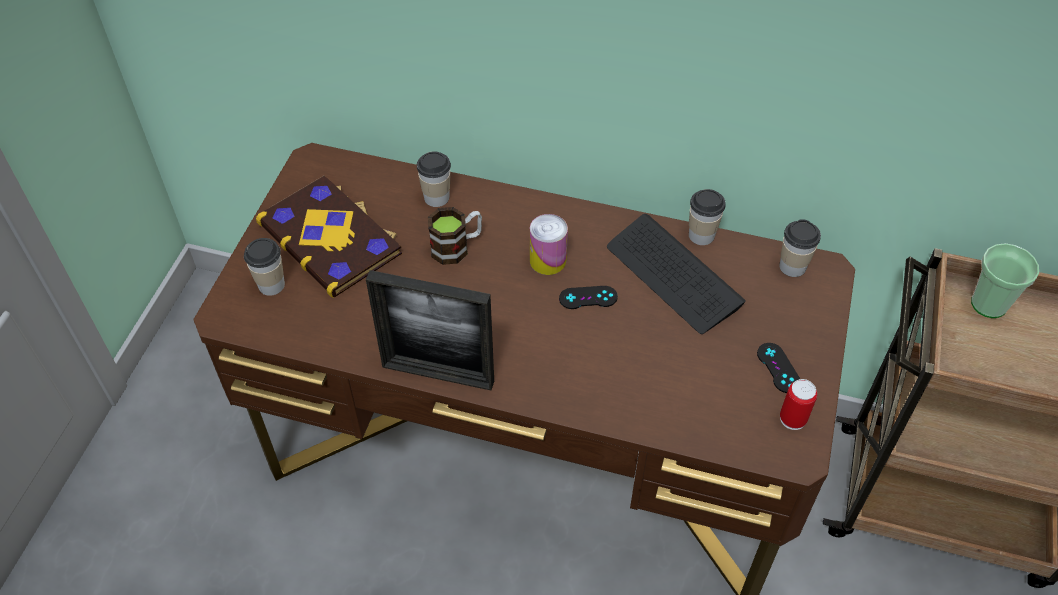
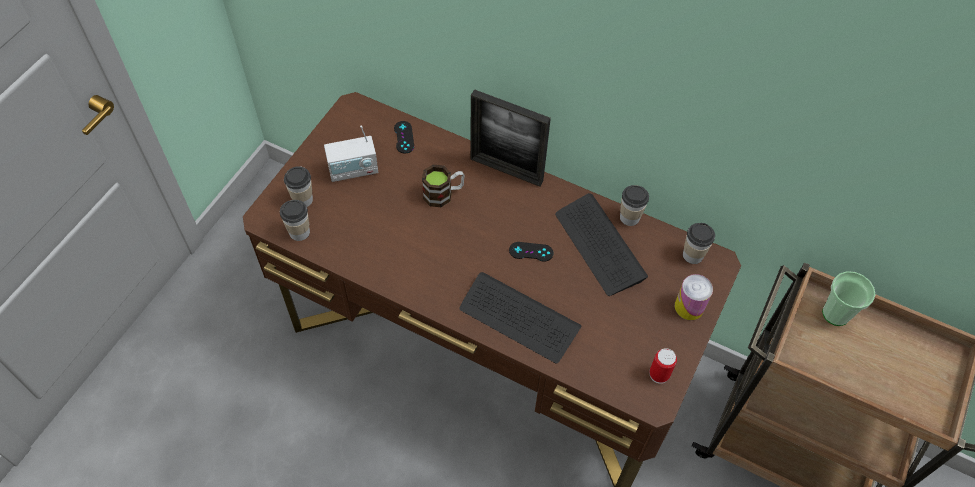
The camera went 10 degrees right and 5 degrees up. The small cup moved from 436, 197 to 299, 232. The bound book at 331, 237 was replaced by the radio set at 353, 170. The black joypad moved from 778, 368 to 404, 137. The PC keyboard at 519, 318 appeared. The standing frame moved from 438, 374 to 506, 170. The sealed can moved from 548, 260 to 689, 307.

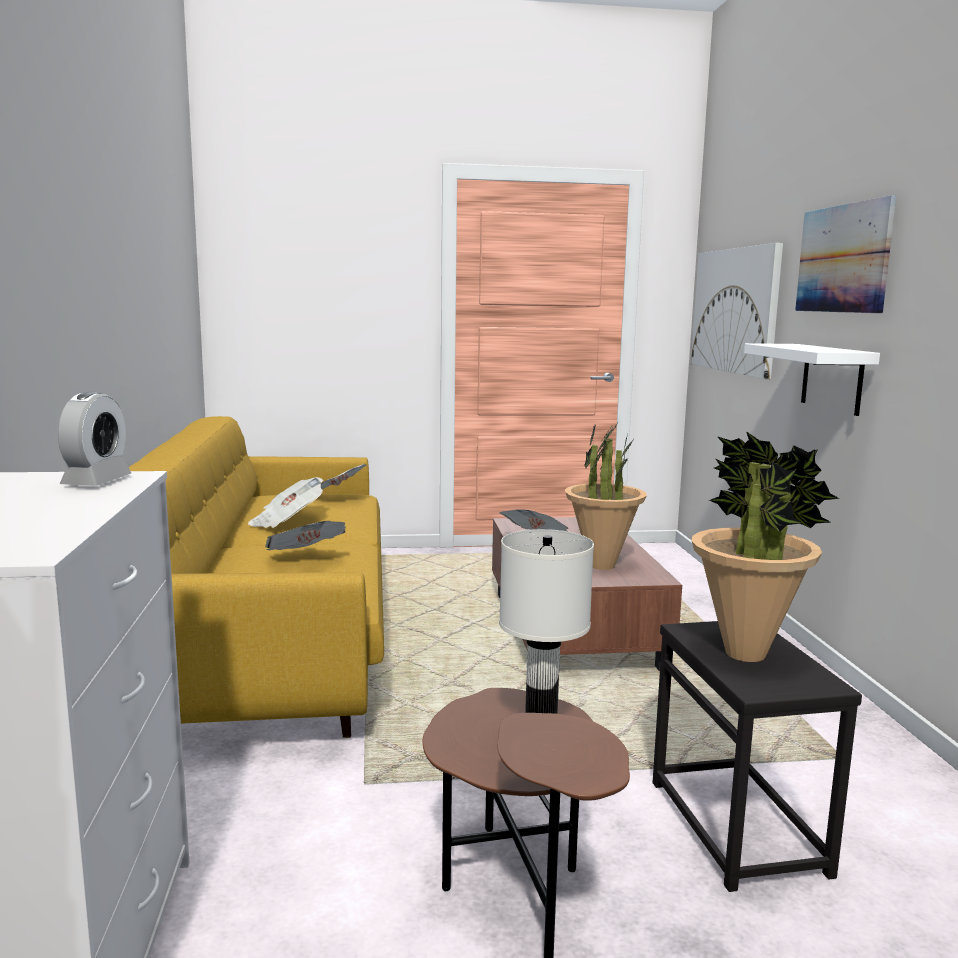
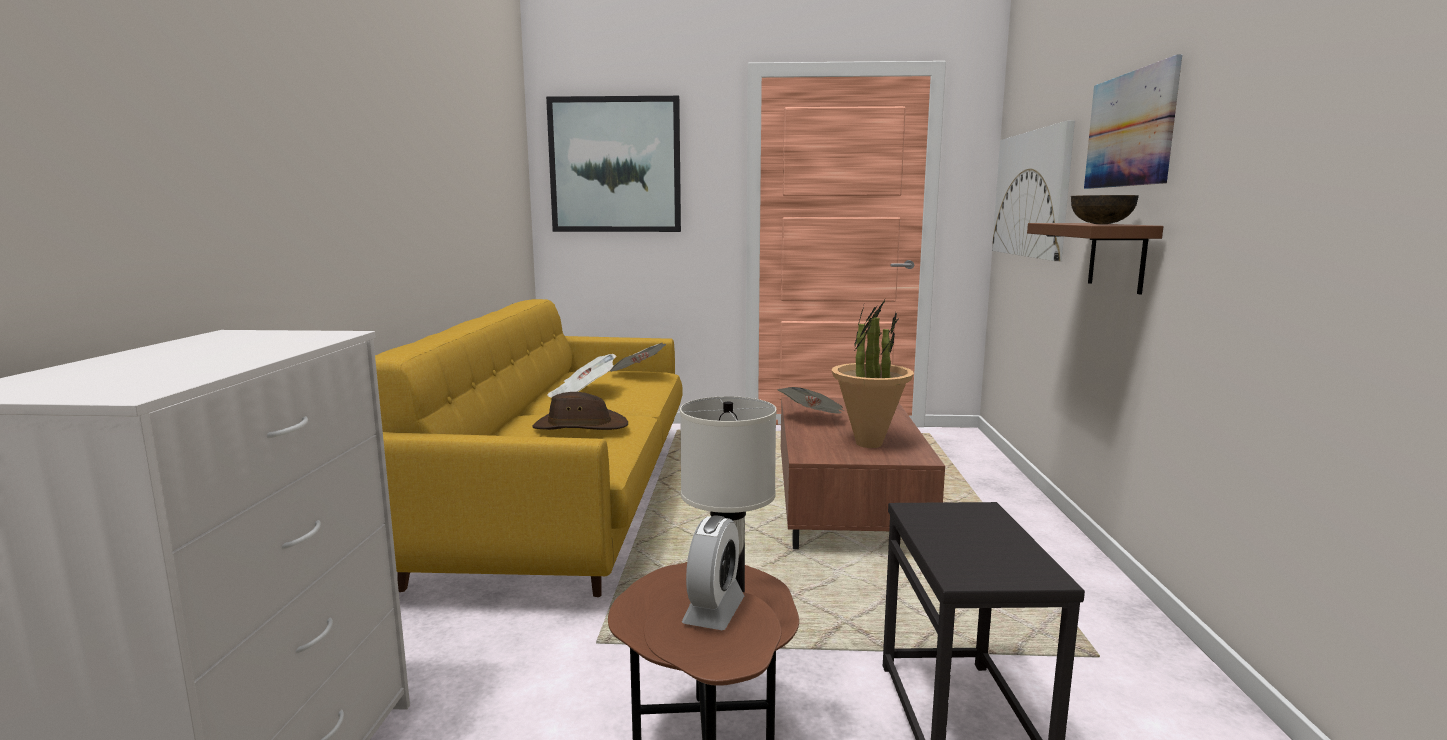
The camera went 10 degrees right and 0 degrees up. The printed paper at 305, 558 was replaced by the brown-coloured hat at 580, 426. The wall picture at 615, 165 appeared. The alarm clock moved from 97, 481 to 714, 611. The whitish bracket shelf at 832, 378 became the brown-coloured bracket shelf at 1117, 256. The brown-coloured bowl at 1101, 224 appeared. The plant in a pot at 746, 654 disappeared.

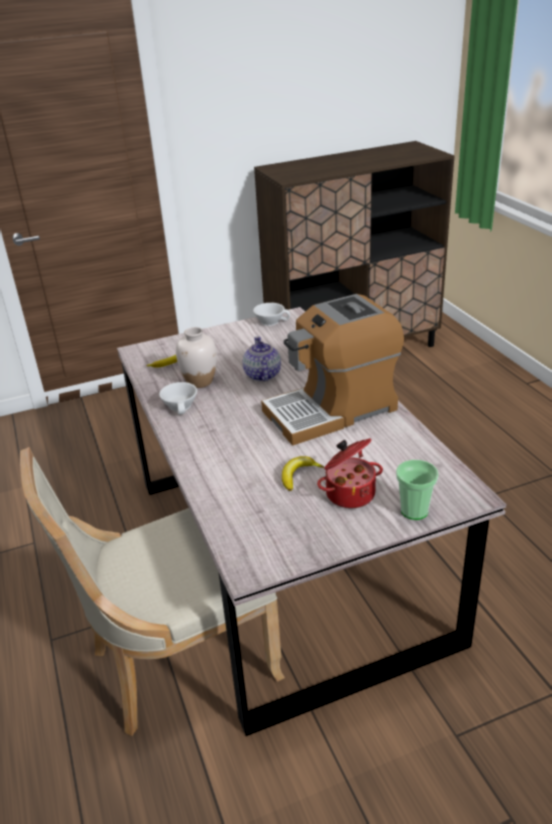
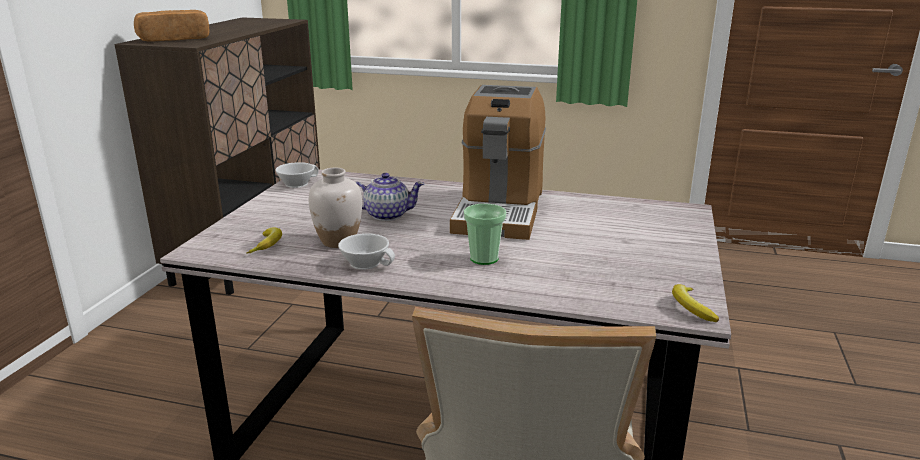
The camera went 55 degrees left and 10 degrees down. The bread at 174, 39 appeared. The teapot at 262, 375 turned 150 degrees clockwise. The small cup moved from 414, 511 to 484, 258. The banana moved from 298, 475 to 690, 308. The cooking pot at 349, 493 disappeared.

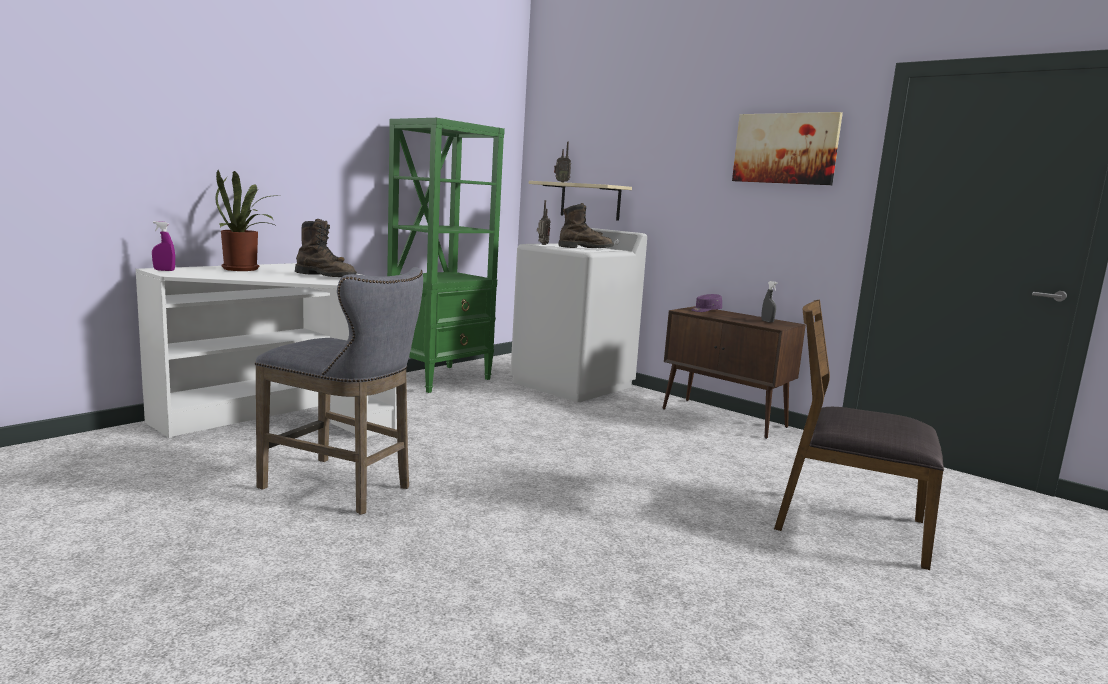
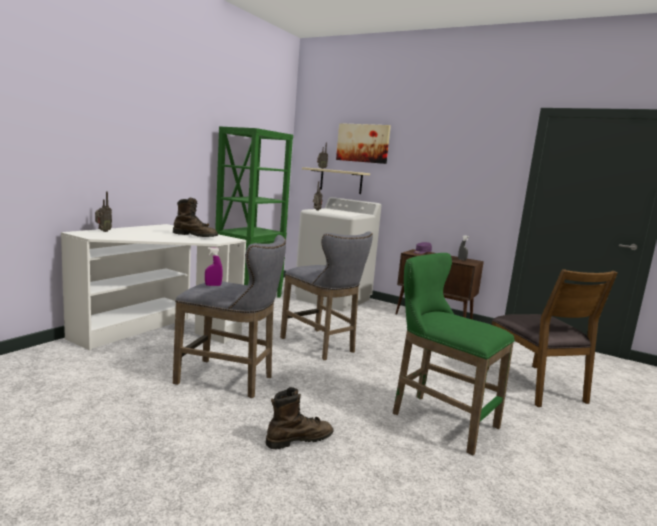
The camera went 10 degrees left and 0 degrees up. The radio set at 103, 231 appeared. The purple spray bottle moved from 164, 270 to 213, 285. The brown-coloured high-top boot moved from 585, 248 to 299, 439. The greyish stool seat at 321, 346 appeared. The wall picture moved from 785, 148 to 363, 143. The greenish stool seat at 438, 419 appeared. The brown-coloured plain chair at 848, 525 turned 120 degrees counterclockwise. The plant in a pot at 244, 269 disappeared.

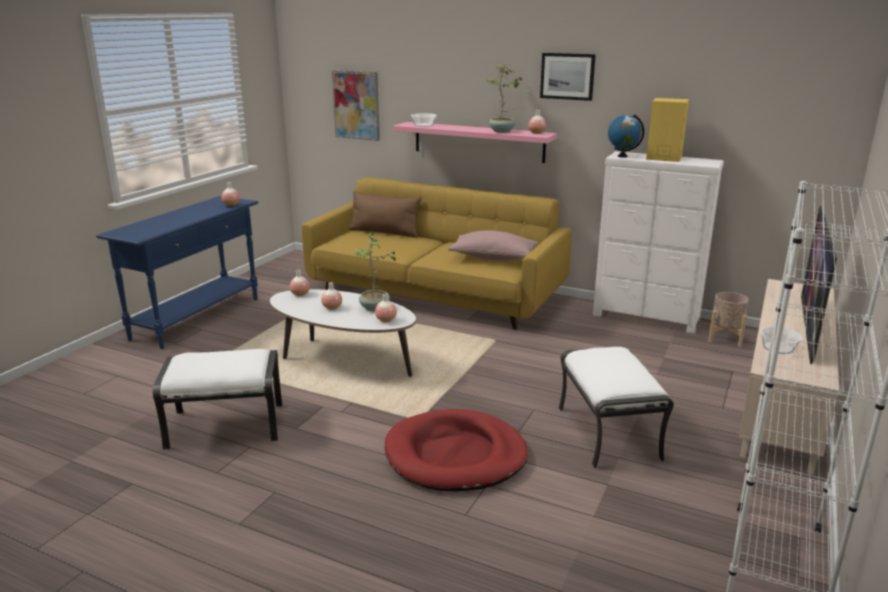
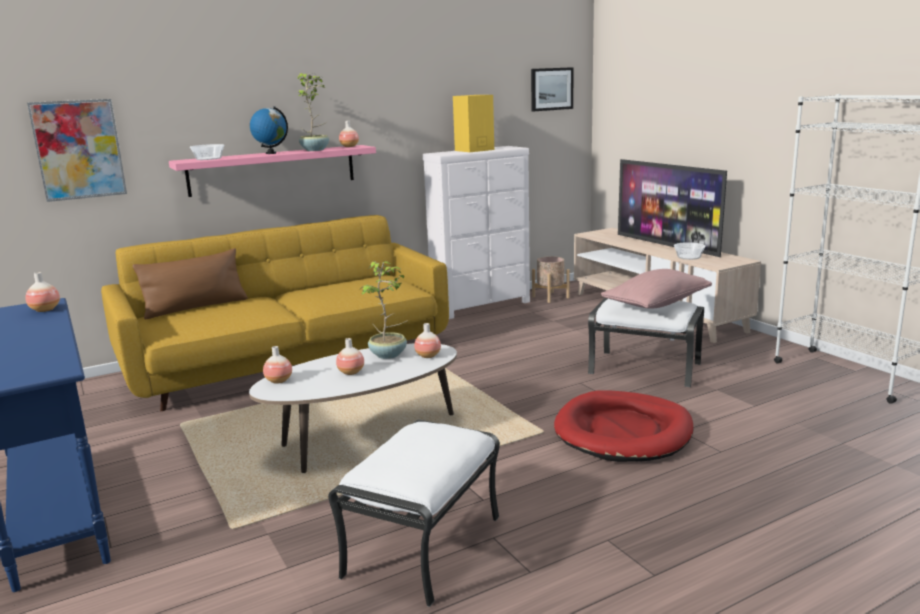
The camera went 55 degrees left and 5 degrees down. The globe moved from 622, 156 to 271, 153. The wall picture moved from 567, 76 to 551, 89. The pink throw pillow moved from 493, 258 to 656, 304.

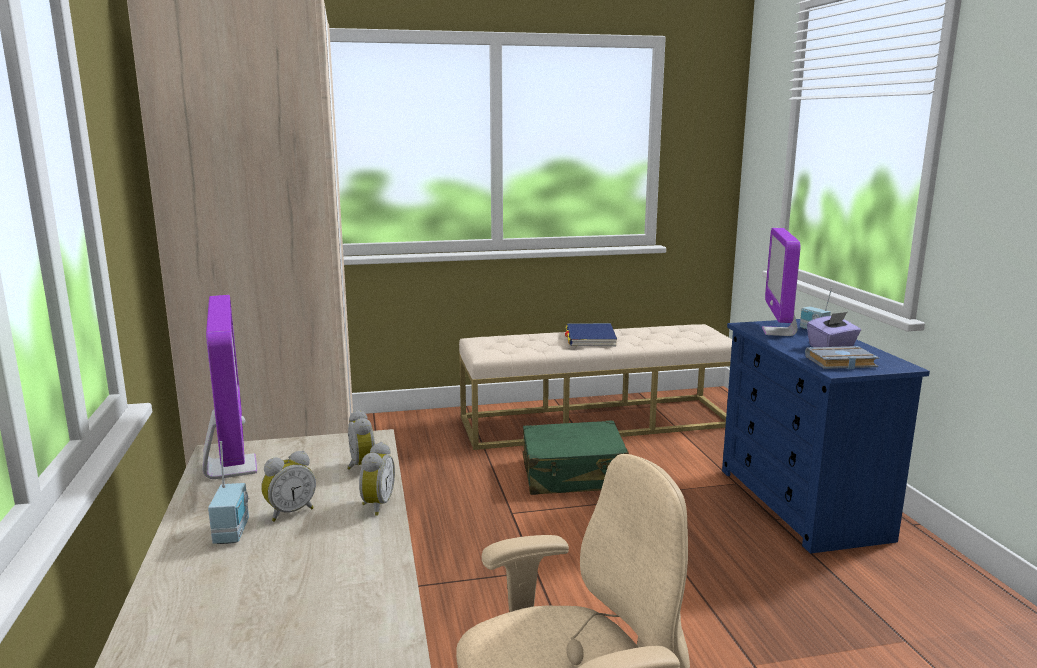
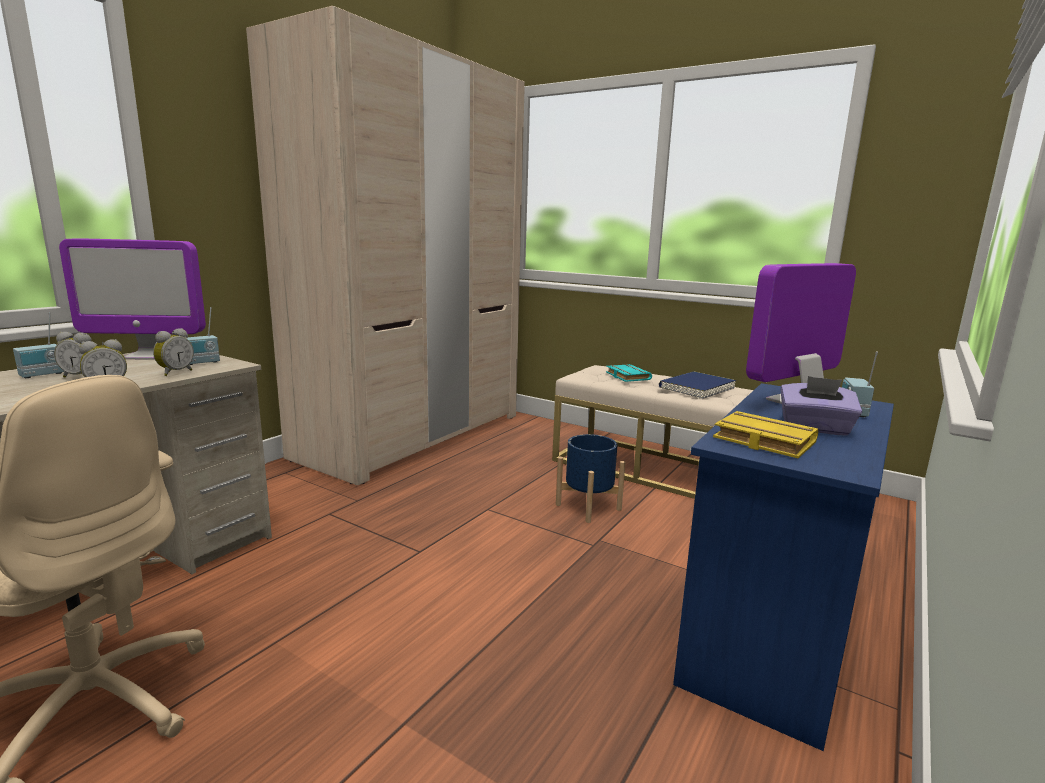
The camera went 45 degrees right and 0 degrees up. The monitor at 230, 468 turned 60 degrees clockwise. The radio set at 202, 363 appeared. The greenish travel case at 574, 475 was replaced by the blue-coloured planter at 588, 507. The blue-green bound book at 626, 376 appeared. The greyish bound book at 840, 363 became the yellow bound book at 761, 441.

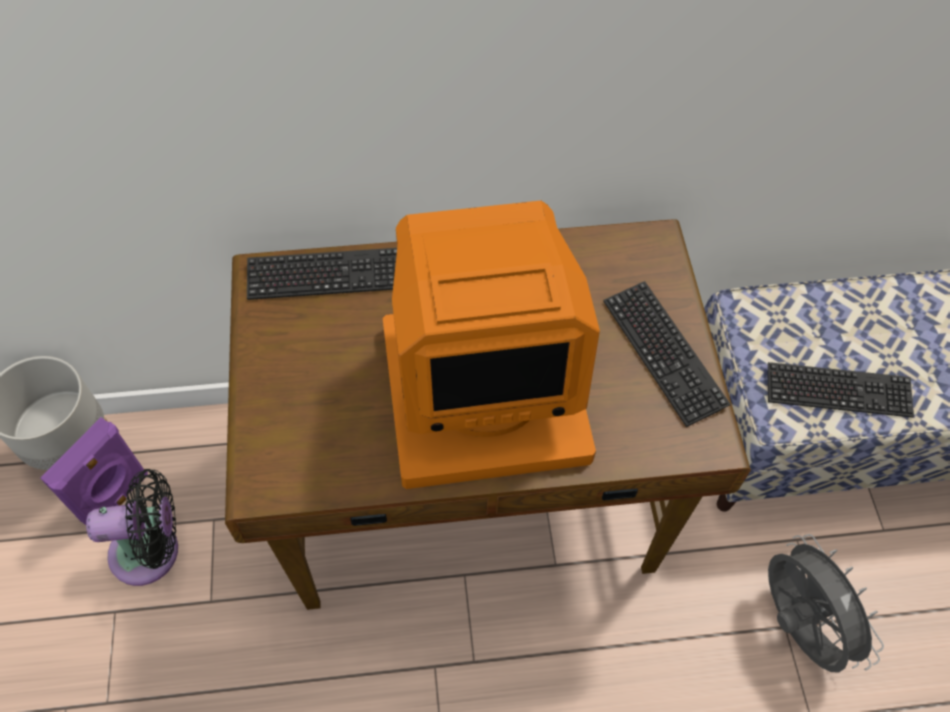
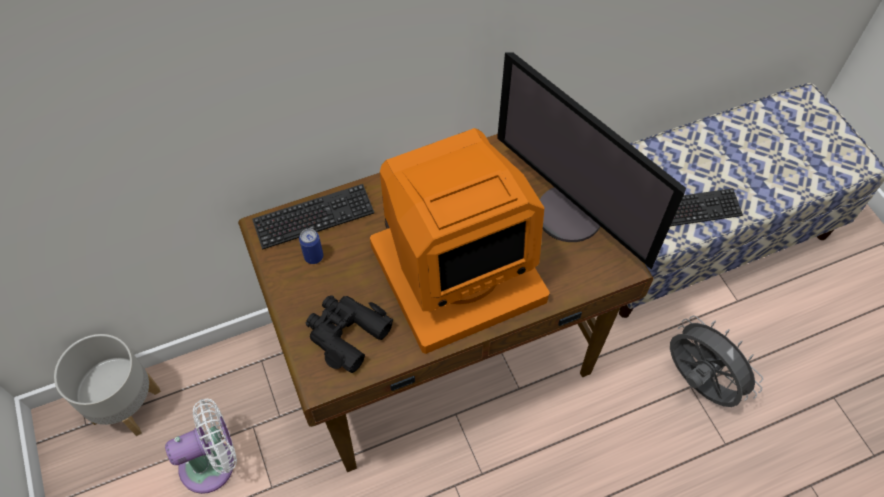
The camera went 15 degrees left and 0 degrees up. The black cooling fan at 152, 551 became the whitish cooling fan at 213, 463. The sealed can at 313, 257 appeared. The black pair of binoculars at 346, 333 appeared. The PC keyboard at 663, 353 was replaced by the monitor at 571, 213. The purple audio speaker at 116, 498 disappeared.

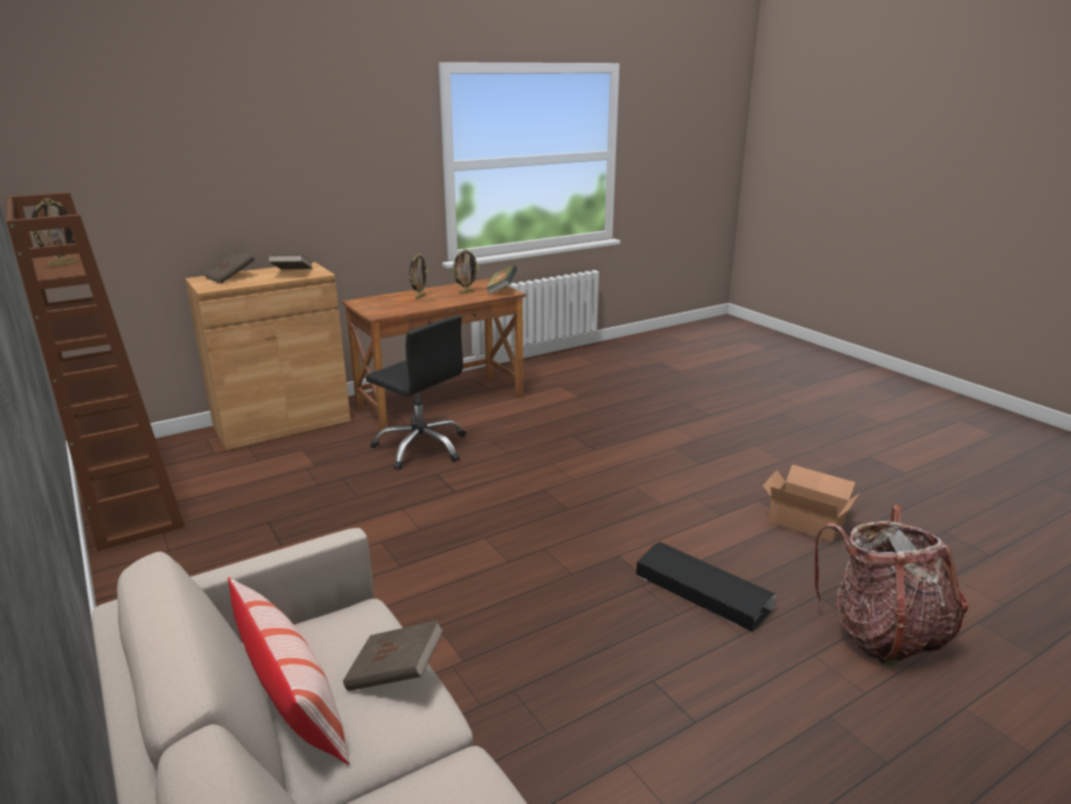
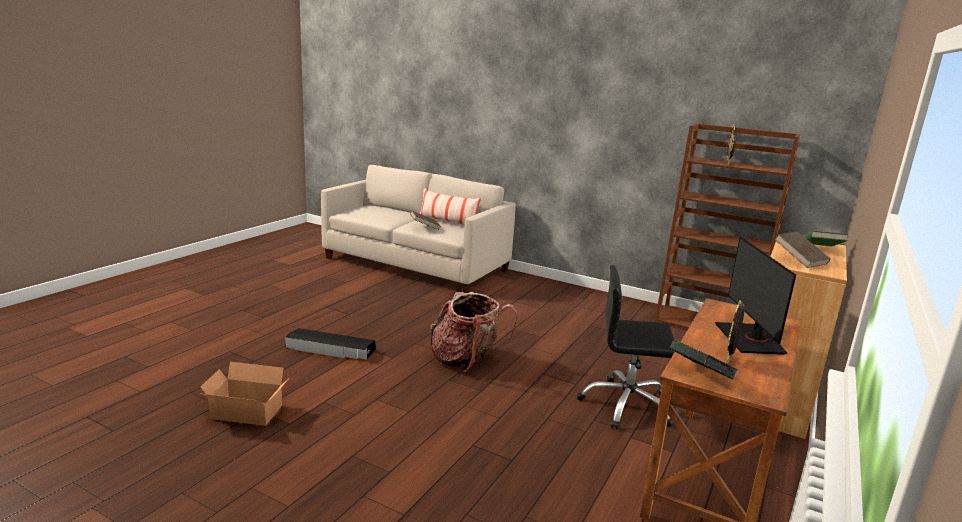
The camera went 150 degrees right and 5 degrees down. The knapsack moved from 883, 633 to 466, 360. The standing frame at 419, 297 was replaced by the monitor at 750, 339. The brown-coloured bound book at 230, 277 became the greenish bound book at 819, 249.

